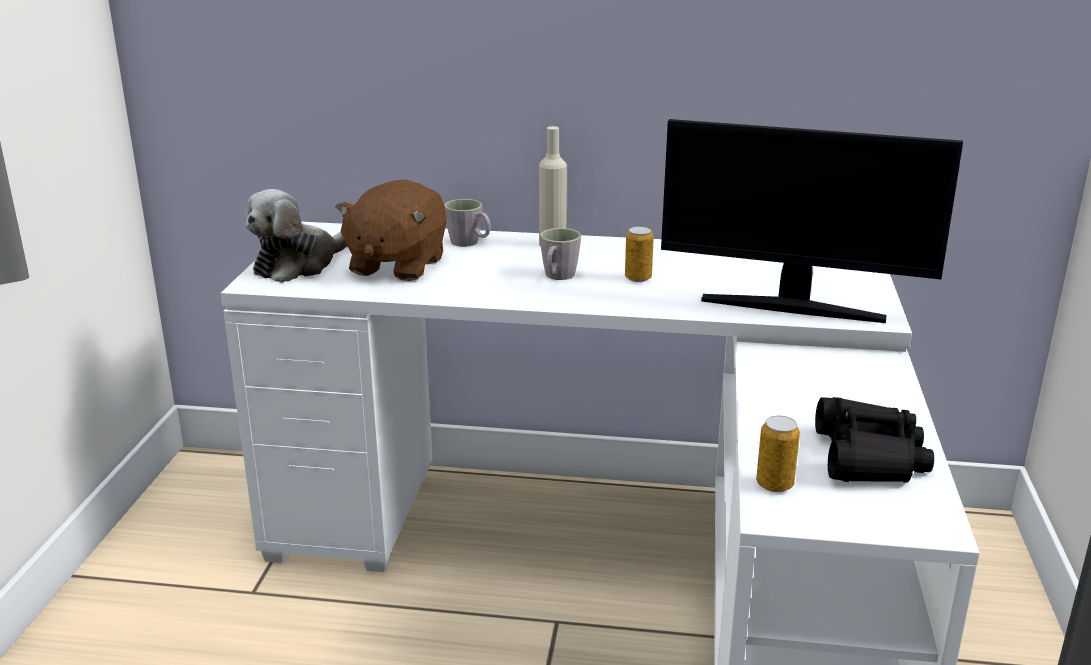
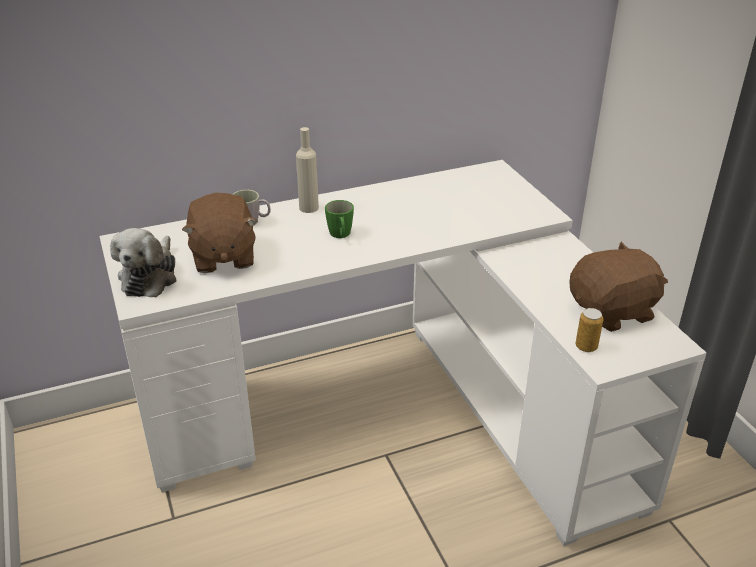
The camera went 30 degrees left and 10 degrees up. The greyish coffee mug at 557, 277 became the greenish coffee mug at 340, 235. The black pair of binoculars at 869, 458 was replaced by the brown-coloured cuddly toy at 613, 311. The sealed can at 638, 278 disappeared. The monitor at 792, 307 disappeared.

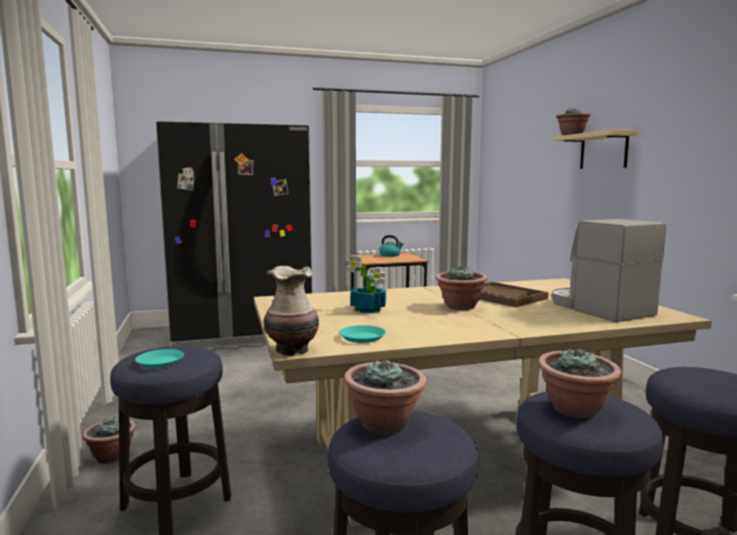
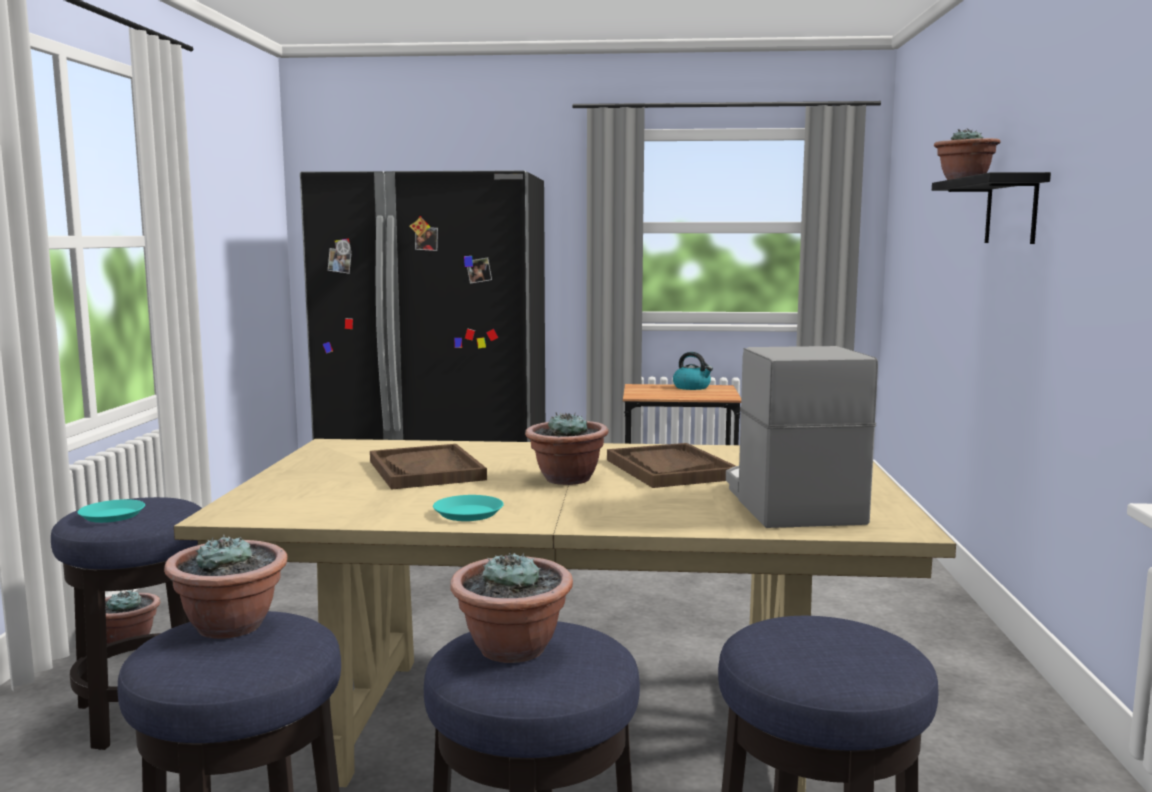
The camera went 20 degrees right and 0 degrees up. The plant in a pot at 368, 309 was replaced by the brown-coloured serving tray at 426, 470. The blue-green plate moved from 362, 337 to 468, 513. The beige-coloured bracket shelf at 603, 151 became the black bracket shelf at 1011, 210. The decorative vase at 293, 350 disappeared.

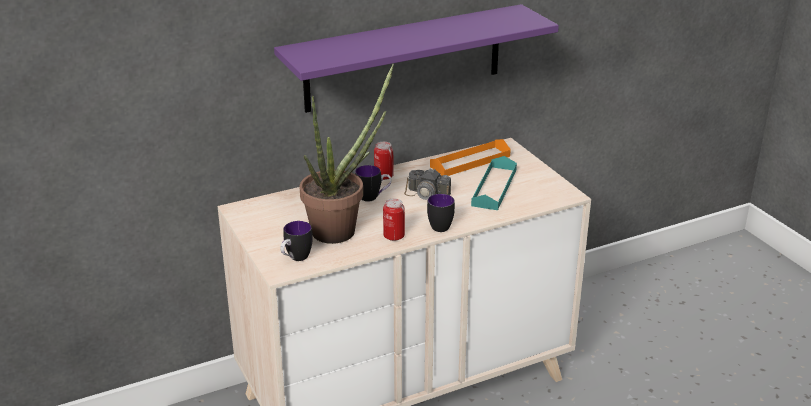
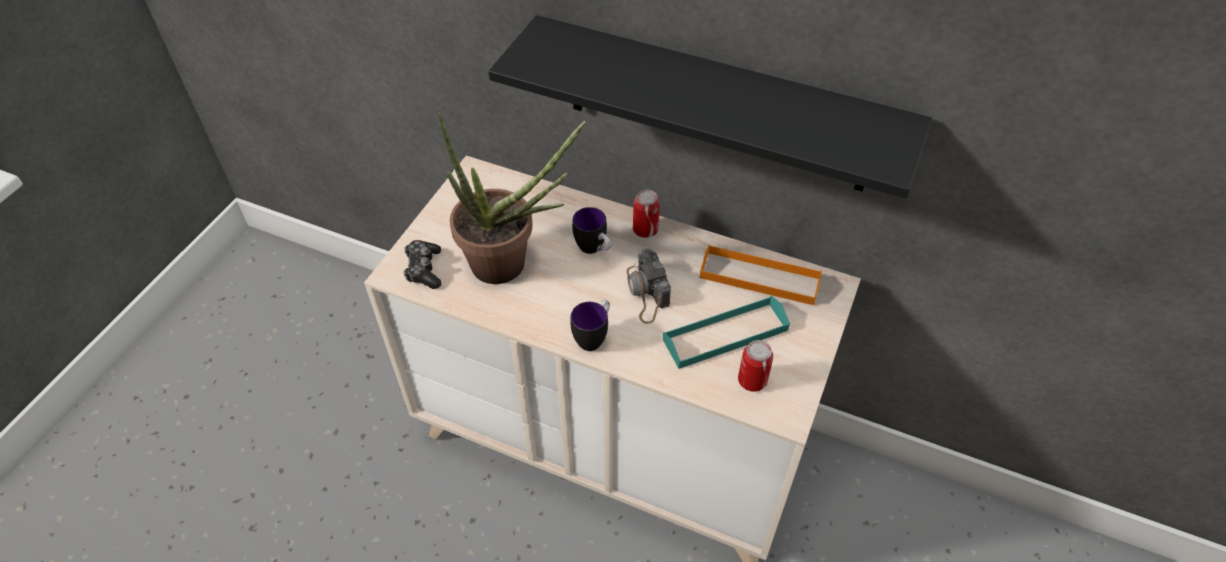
The camera went 50 degrees right and 20 degrees up. The coffee mug at 295, 259 was replaced by the joypad at 424, 269. The purple bracket shelf at 404, 58 became the black bracket shelf at 717, 106. The sealed can moved from 394, 236 to 752, 381.

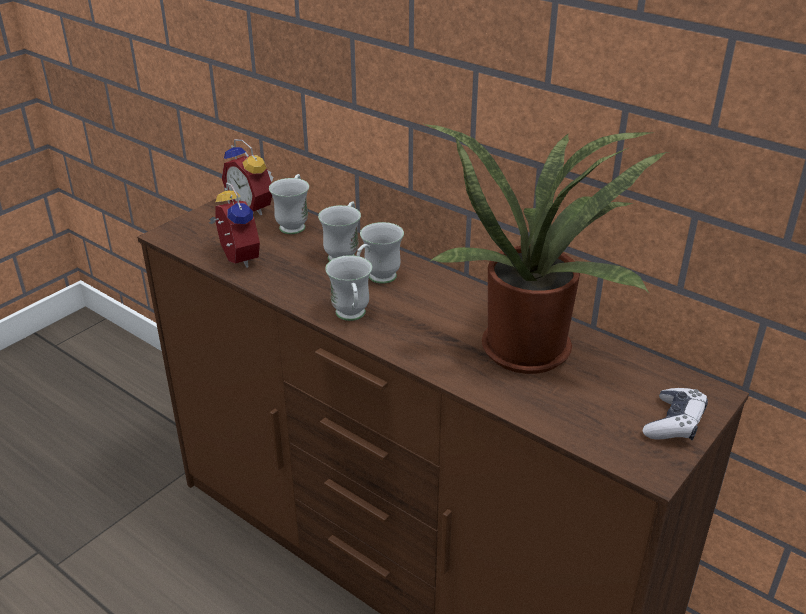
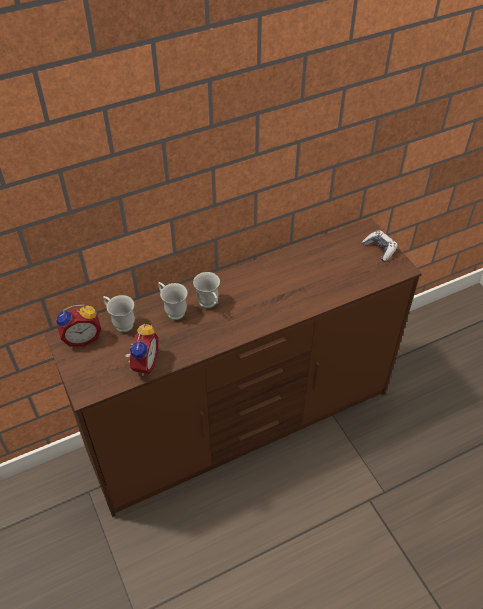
The camera went 65 degrees left and 15 degrees up. The alarm clock at 235, 259 turned 105 degrees clockwise. The whitish coffee mug at 352, 317 disappeared. The plant in a pot at 530, 345 disappeared.

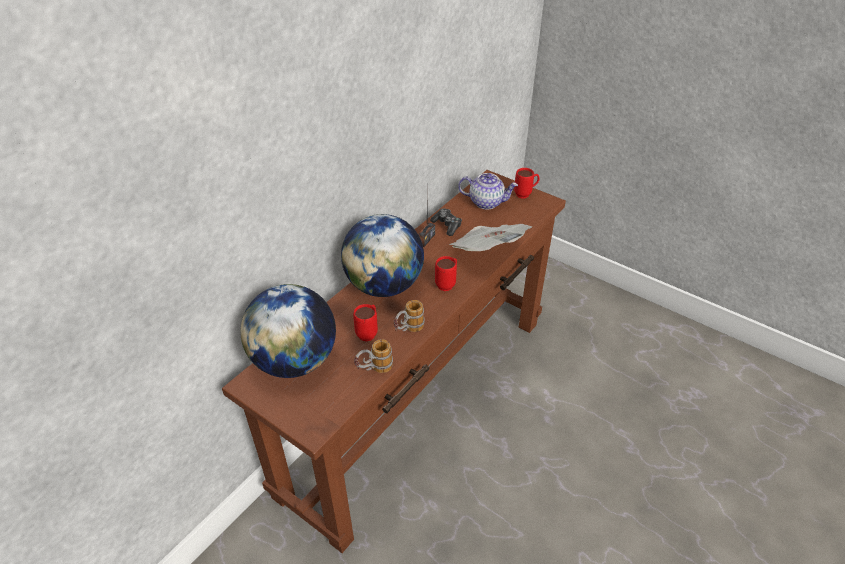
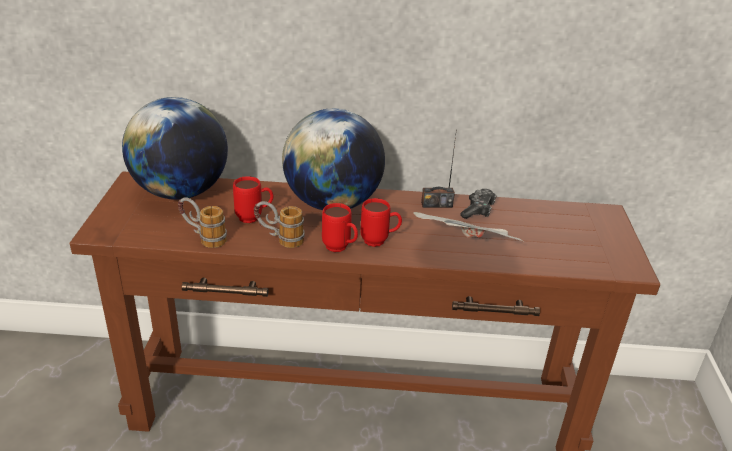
The camera went 55 degrees right and 10 degrees down. The reddish coffee mug moved from 526, 194 to 340, 249. The teapot at 486, 202 disappeared.

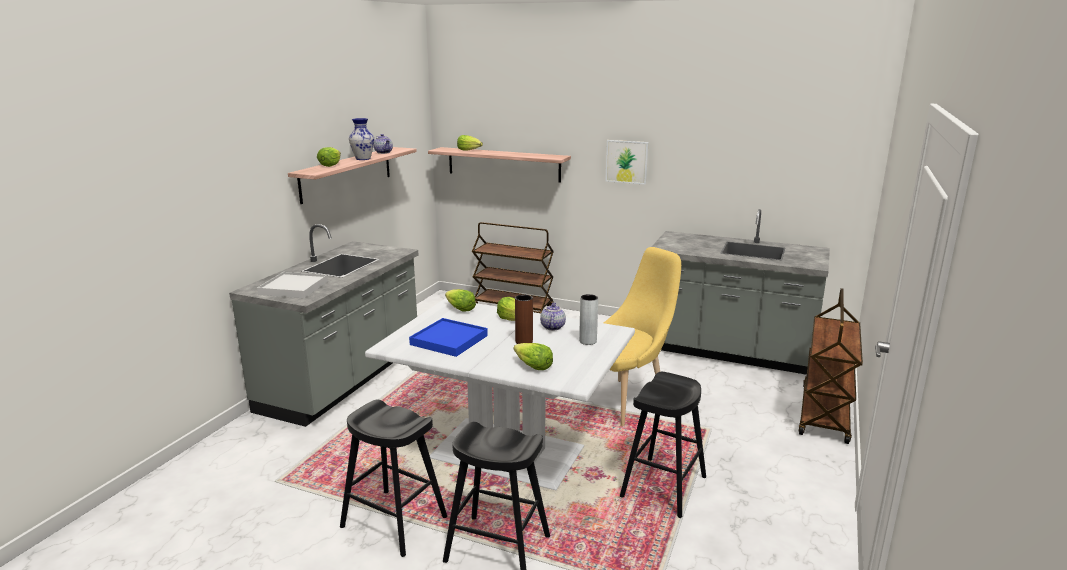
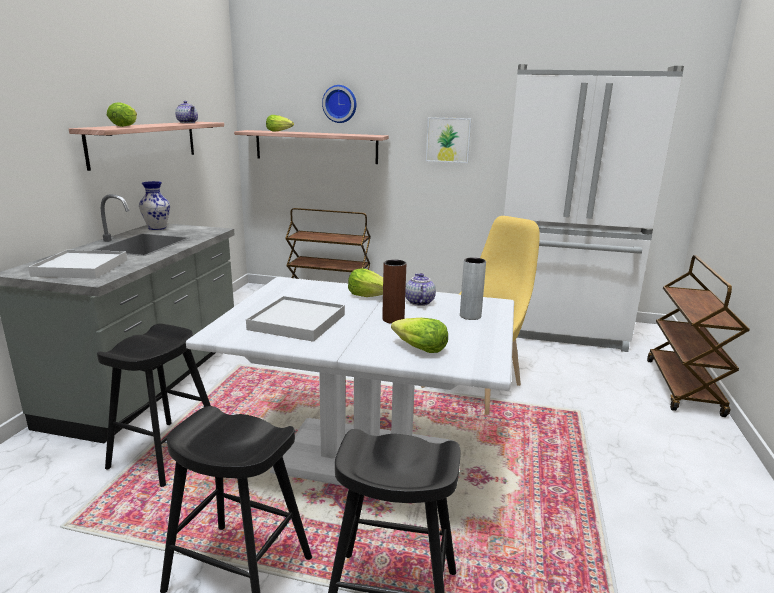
The camera went 10 degrees left and 0 degrees up. The black stool seat moved from 663, 486 to 166, 452. The decorative vase moved from 362, 159 to 156, 228. The blue-coloured serving tray at 449, 340 became the whitish serving tray at 297, 322. The clock on the wall at 340, 104 appeared. The greyish counter at 728, 352 was replaced by the whitish refrigerator at 557, 330. The lettuce head at 459, 309 disappeared.

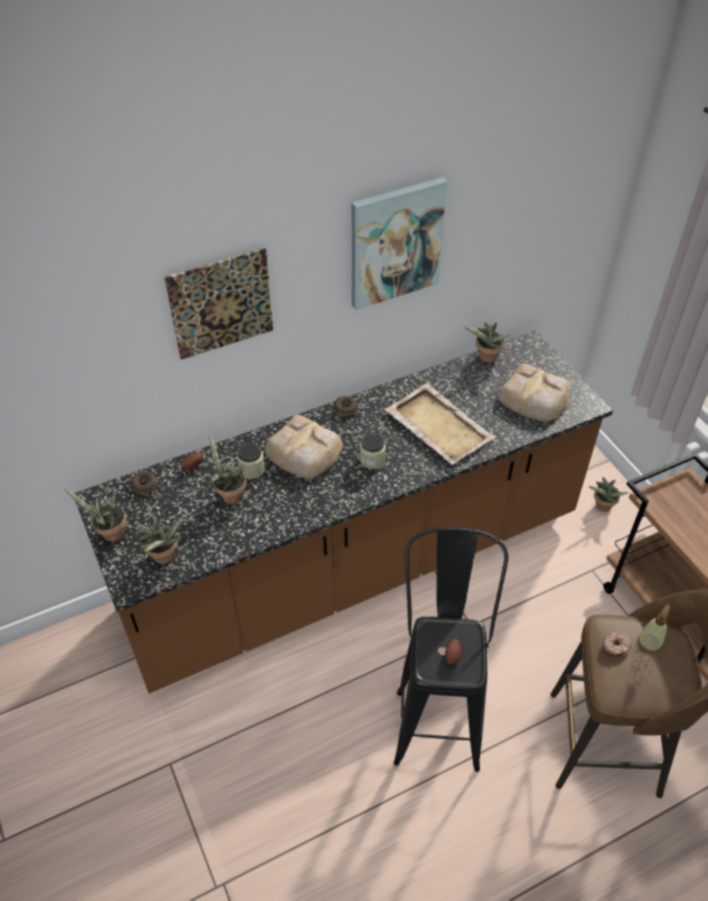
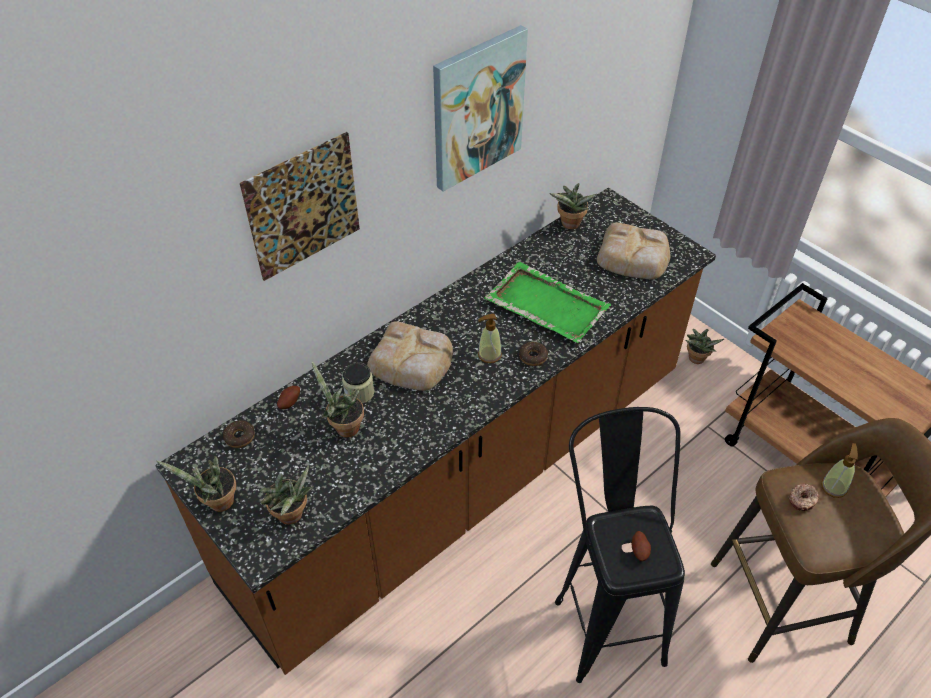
The camera went 15 degrees left and 0 degrees up. The preserve jar at 372, 459 was replaced by the soap dispenser at 489, 355. The beige-coloured serving tray at 438, 425 became the greenish serving tray at 546, 304. The doughnut moved from 345, 409 to 533, 357.

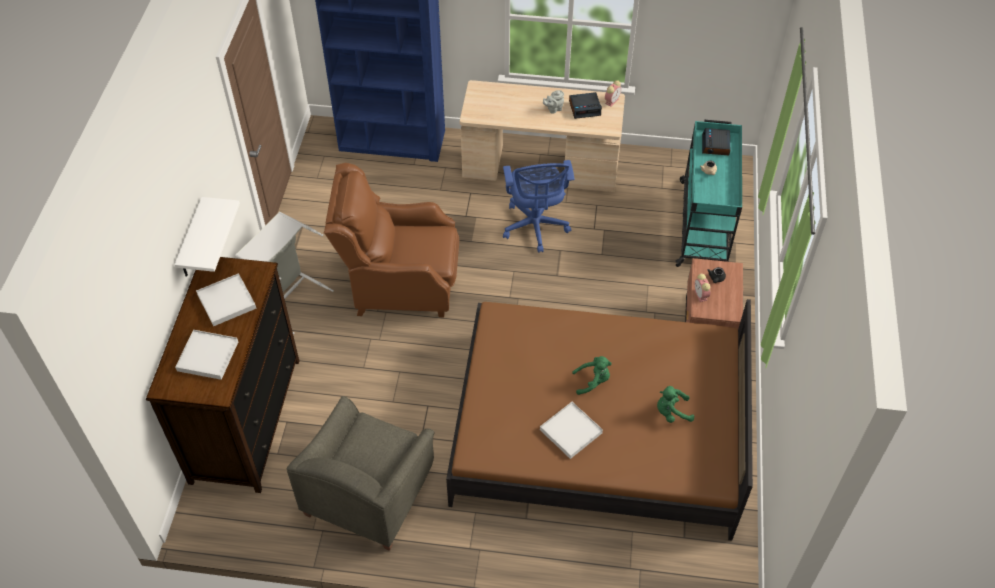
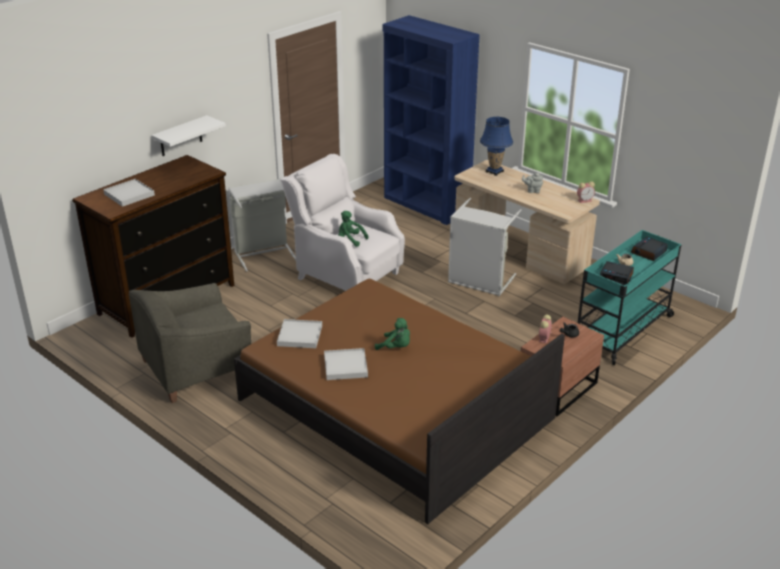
The camera went 35 degrees right and 20 degrees down. The whitish serving tray moved from 226, 301 to 299, 336. The brown-coloured lounge chair at 400, 284 became the whitish lounge chair at 346, 274. The greenish cuddly toy moved from 671, 412 to 350, 240. The blue-coloured desk chair at 535, 227 was replaced by the greyish hamper at 479, 282. The blue-coloured tabletop lamp at 494, 171 appeared. The alarm clock moved from 585, 108 to 616, 277.

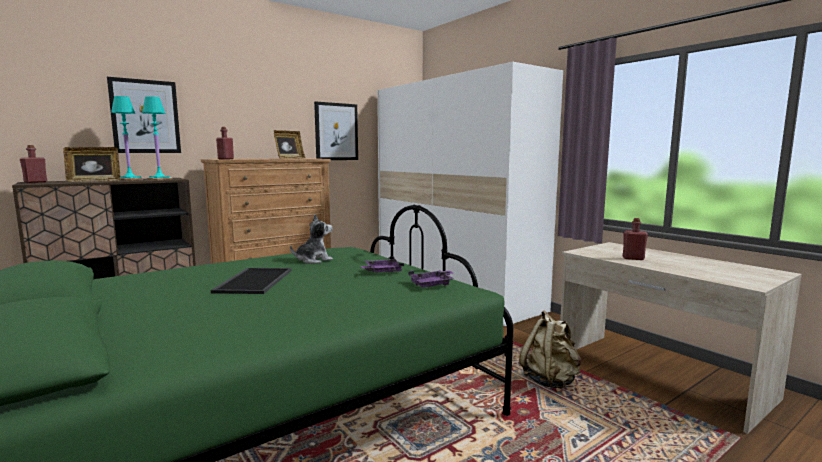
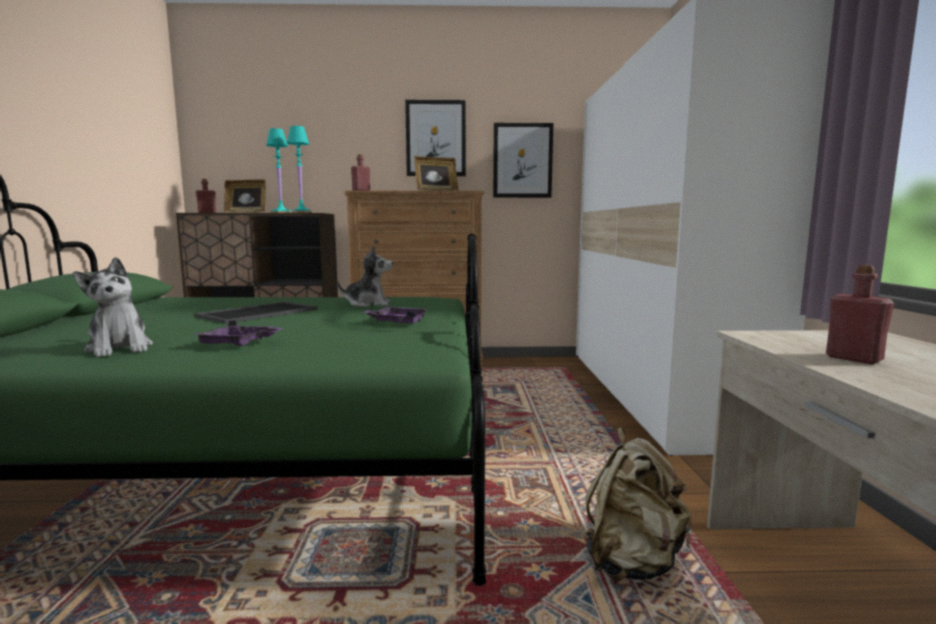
The camera went 35 degrees right and 0 degrees up. The cuddly toy at 120, 348 appeared. The purple serving tray moved from 432, 284 to 239, 344. The wall picture moved from 145, 116 to 436, 138.

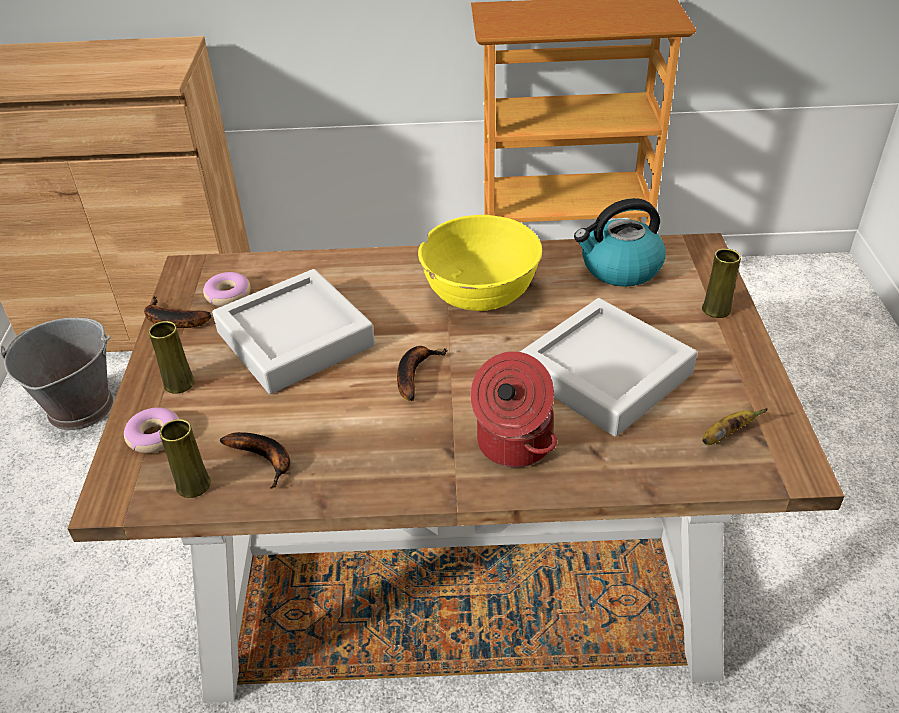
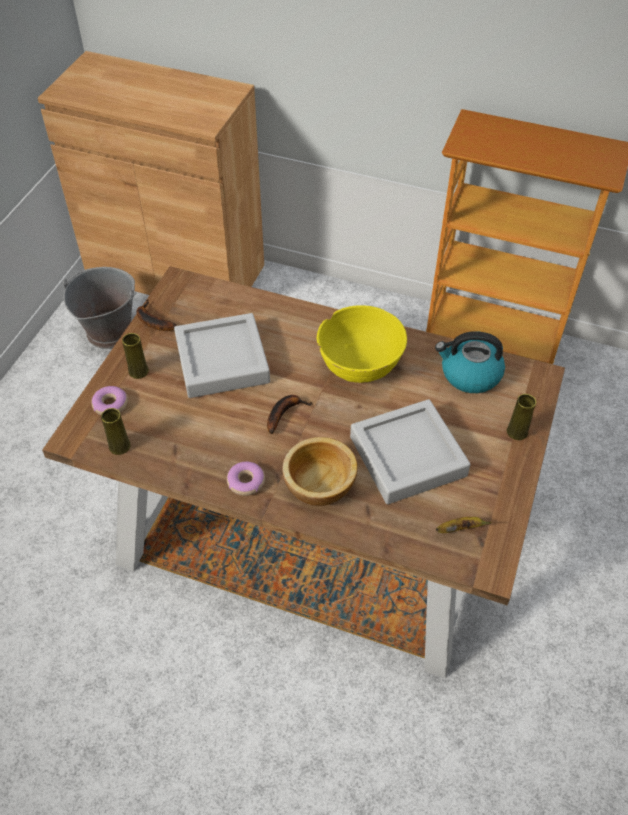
The camera went 20 degrees right and 10 degrees up. The doughnut moved from 228, 295 to 246, 481. The cooking pot at 512, 444 was replaced by the bowl at 319, 485. The banana at 265, 459 disappeared.

